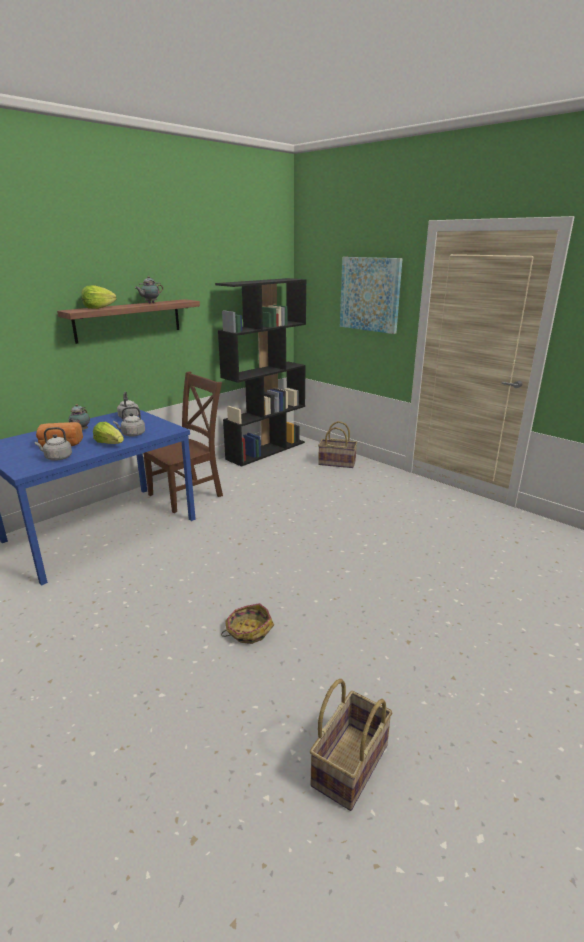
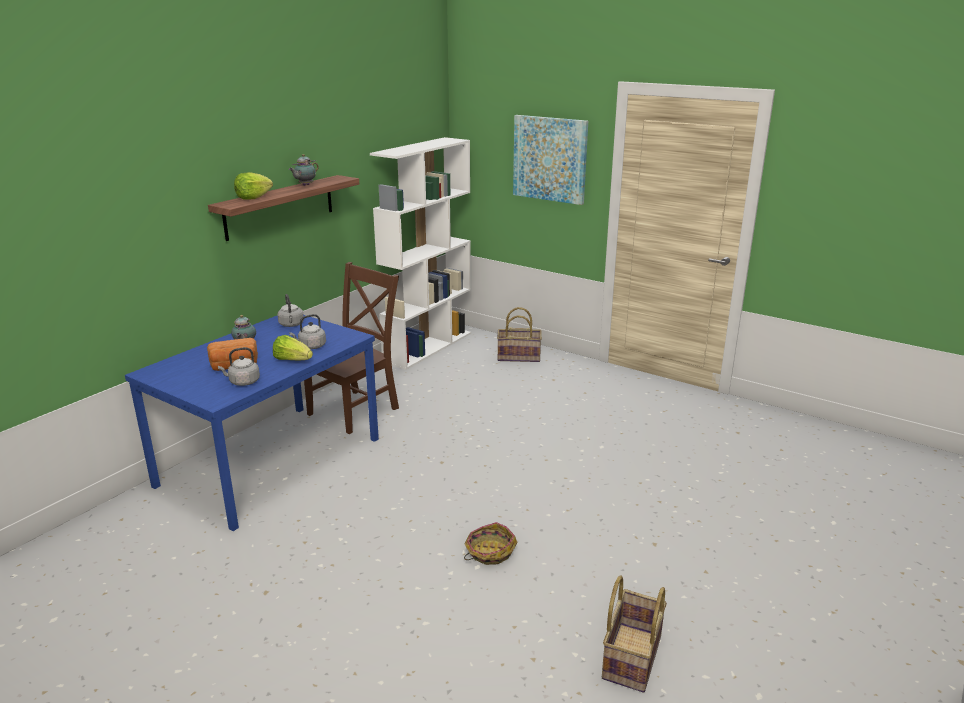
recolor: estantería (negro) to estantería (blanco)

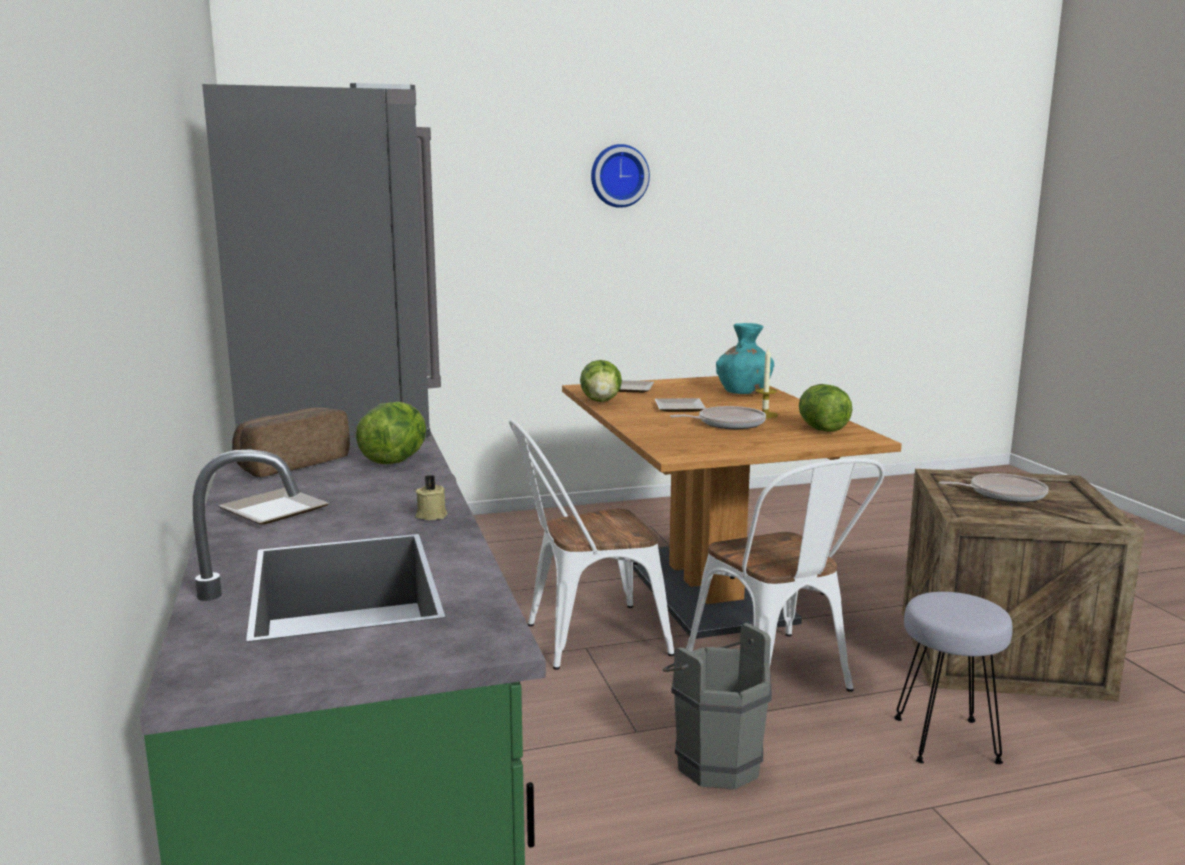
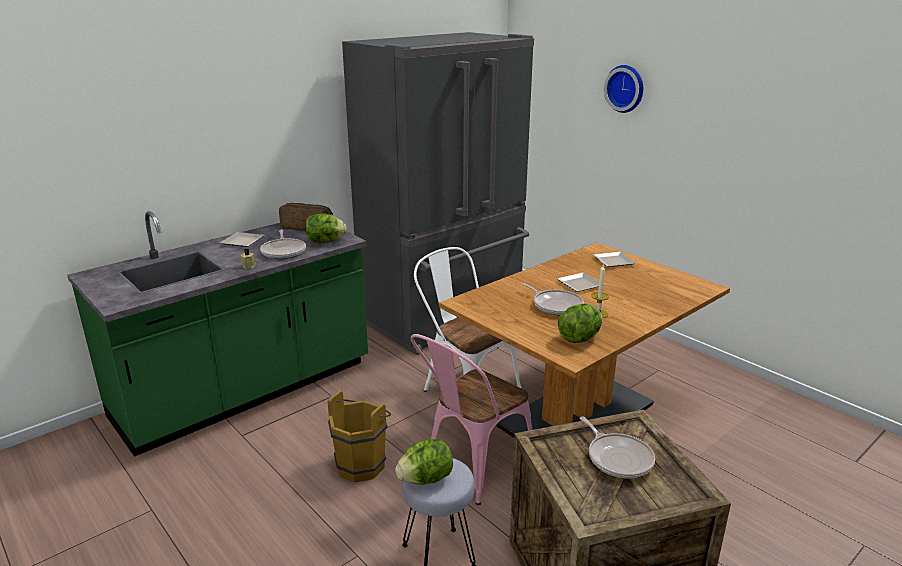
delete: florero (turquesa)
insert: sartén (1st from left)
move: reloj de pared; lechuga (2nd from left)
recolor: silla (blanco) (2nd from left) to silla (rosa); cubo (gris) to cubo (marrón)

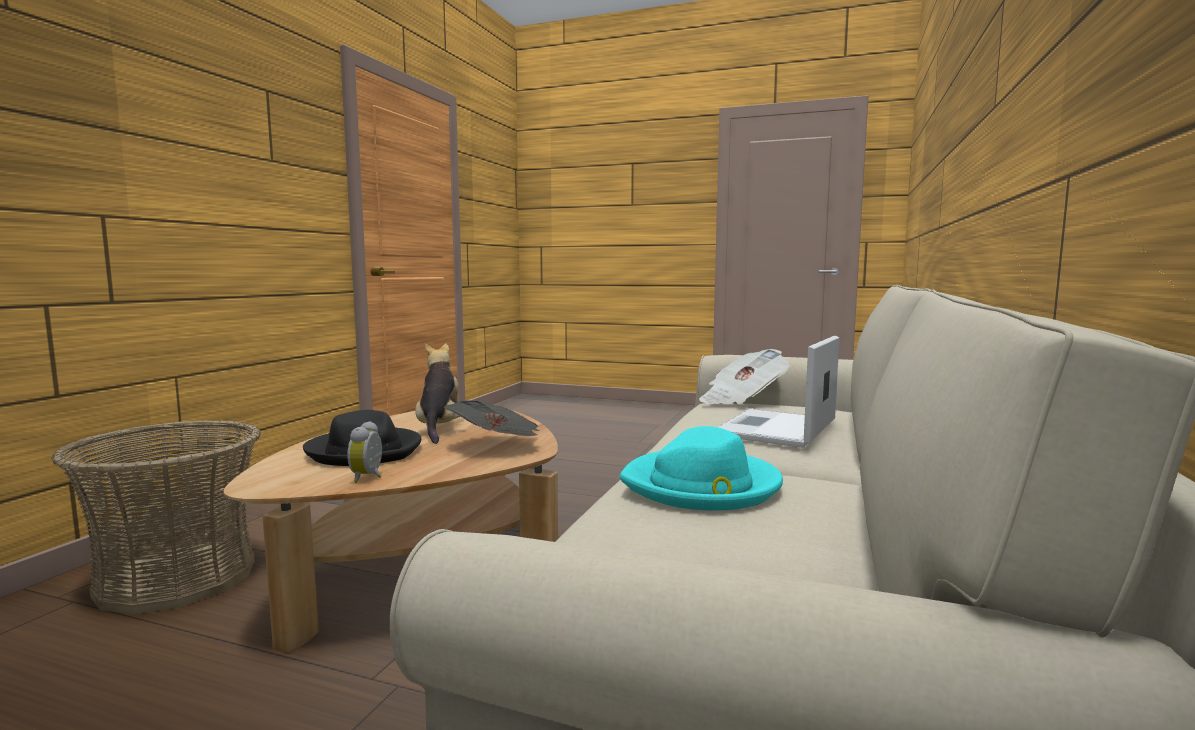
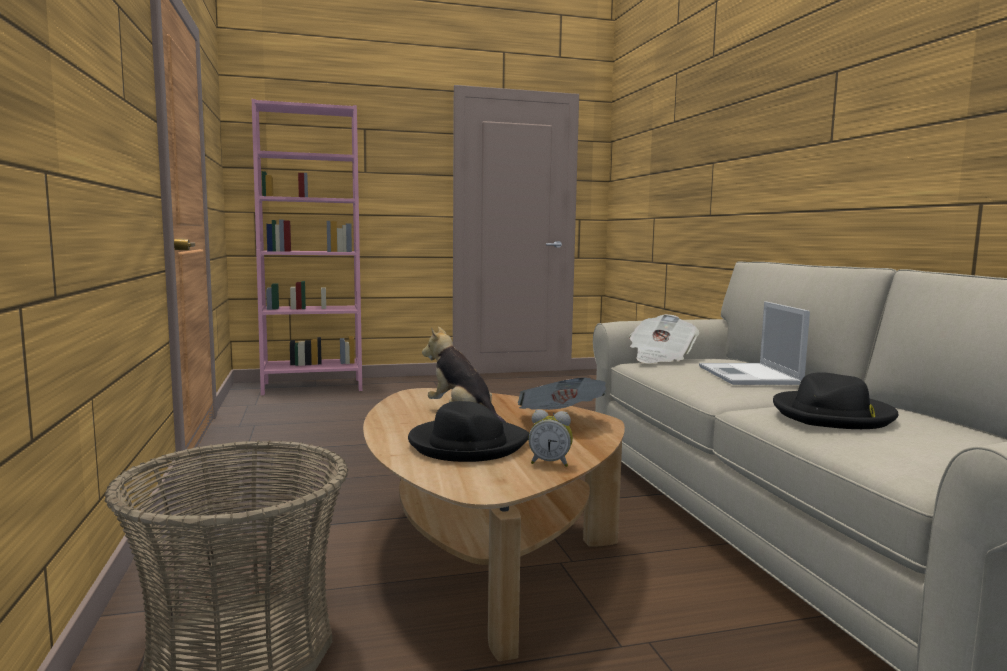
insert: estantería (rosa)
recolor: sombrero (turquesa) to sombrero (negro) (2nd from left)
rotate: despertador 45 degrees counterclockwise

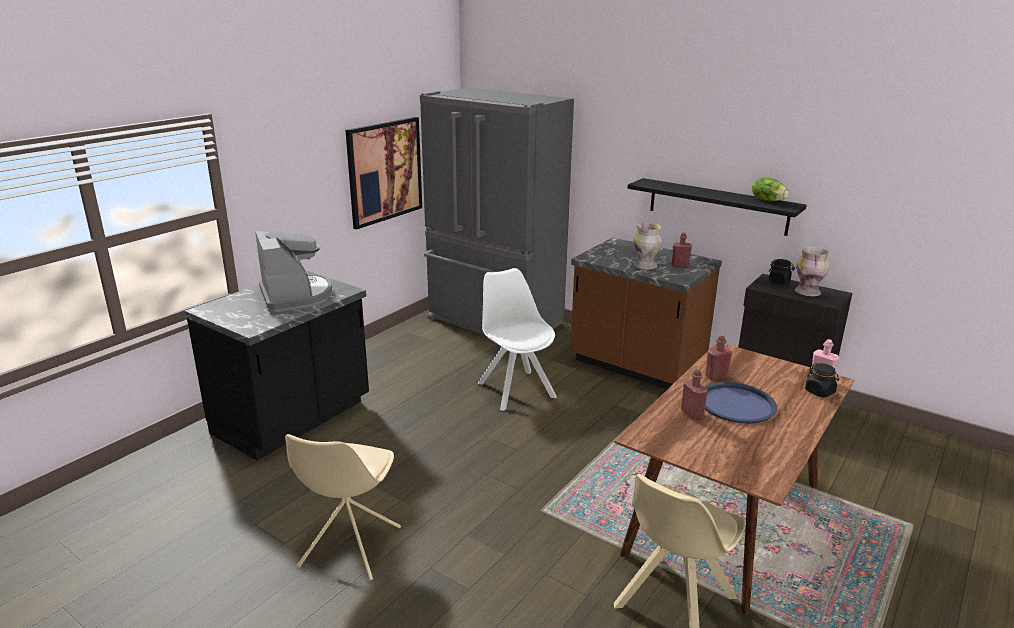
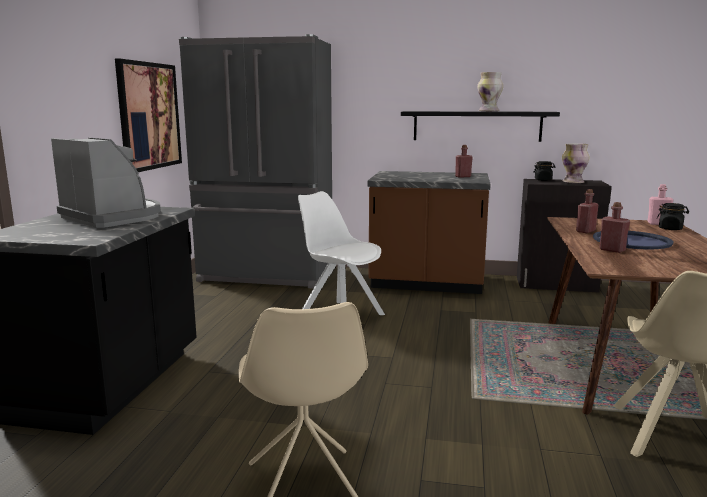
delete: lechuga
move: florero (1st from left)

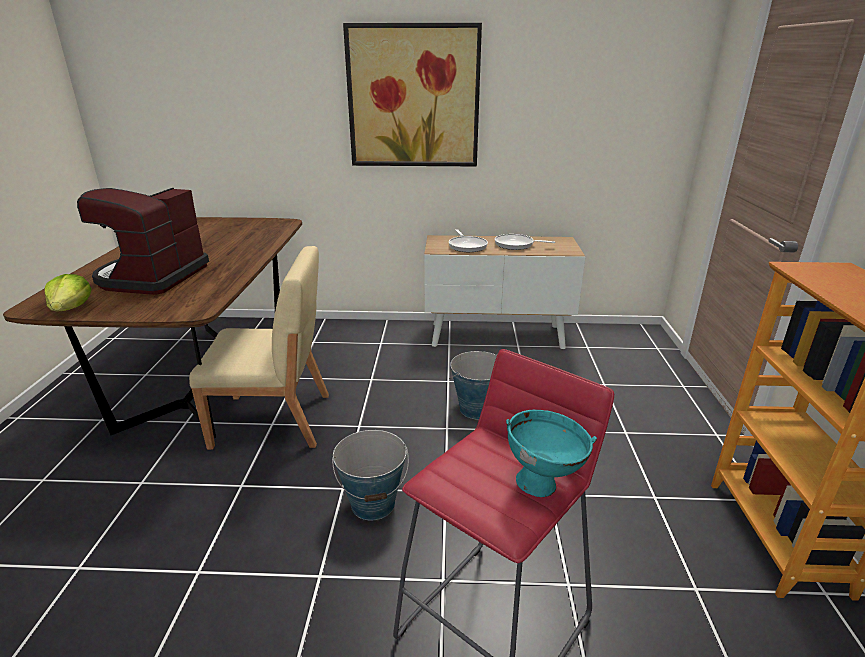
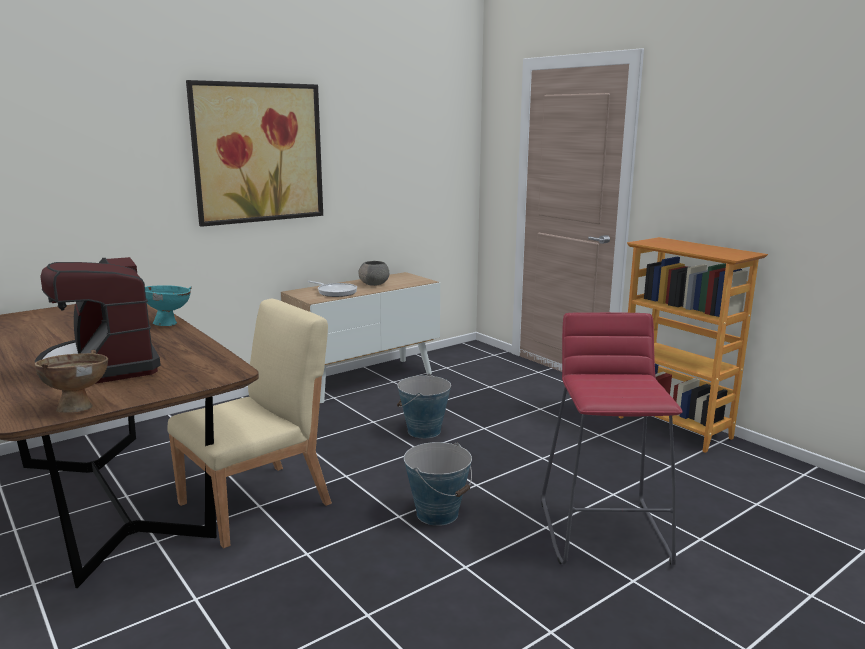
move: cuenco (turquesa)
replace: sartén (2nd from left) to cuenco (gris); lechuga to cuenco (marrón)

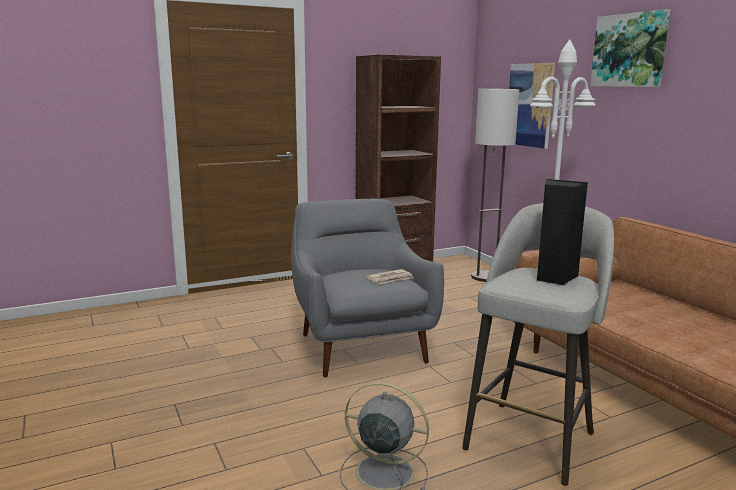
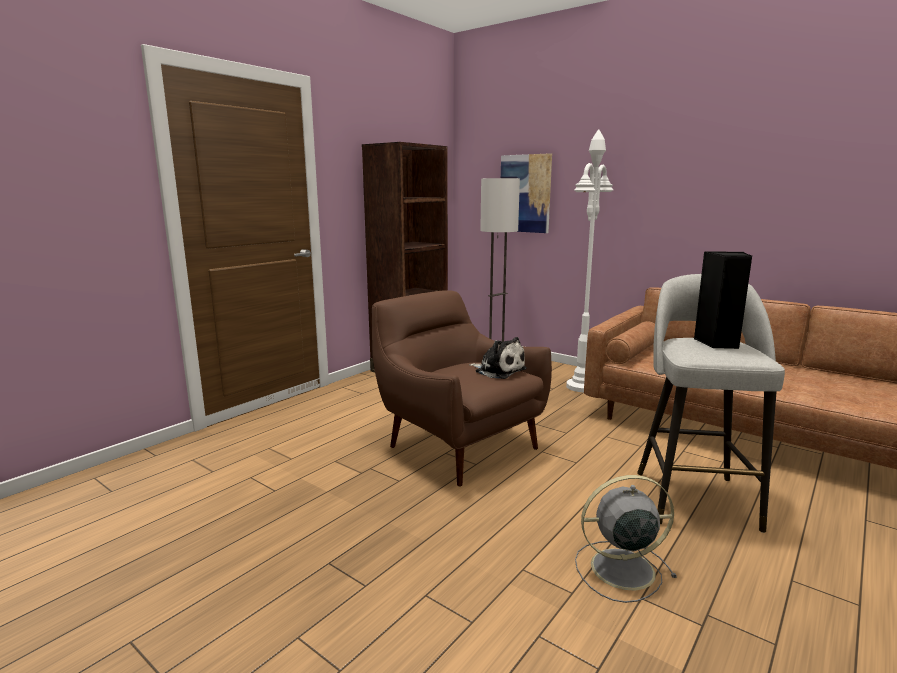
delete: cuadro (2nd from left)
replace: periódico to peluche
recolor: sillón (gris) to sillón (marrón)

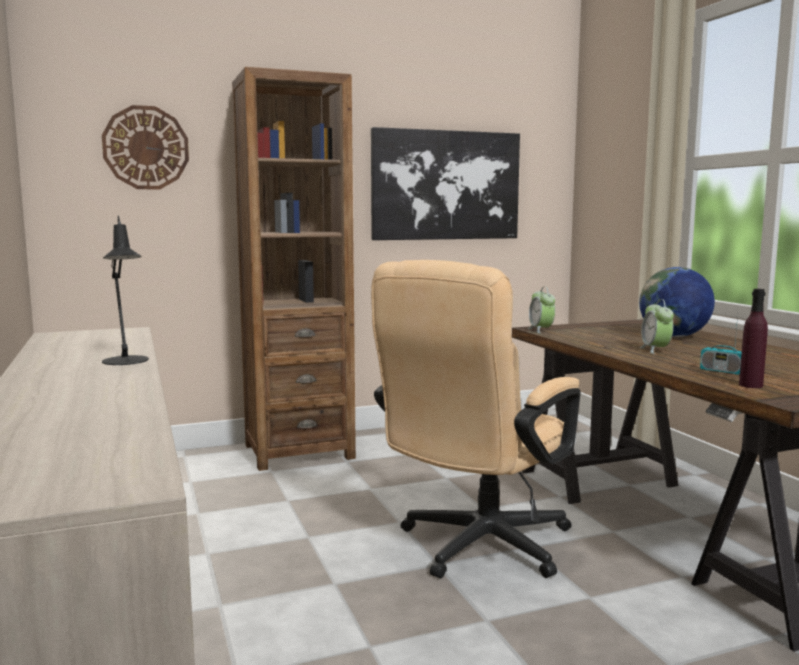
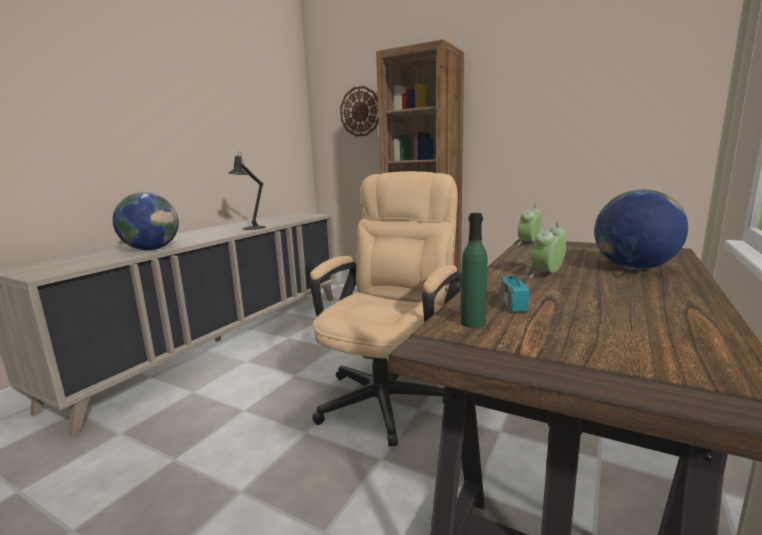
delete: cuadro
insert: globo terráqueo (1st from left)
recolor: botella (morado) to botella (verde)
rotate: silla de oficina (beis) 120 degrees clockwise

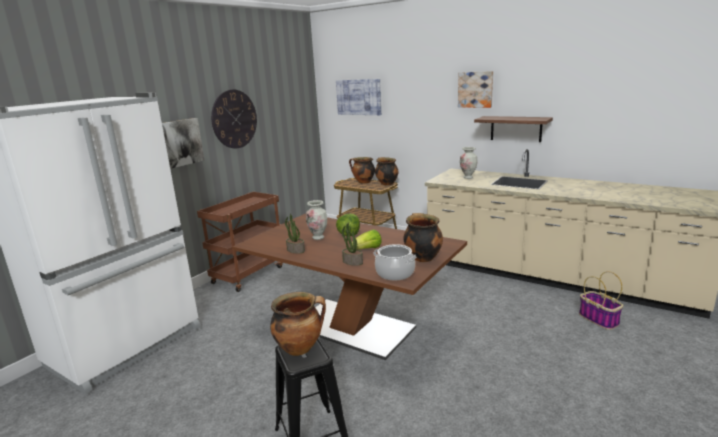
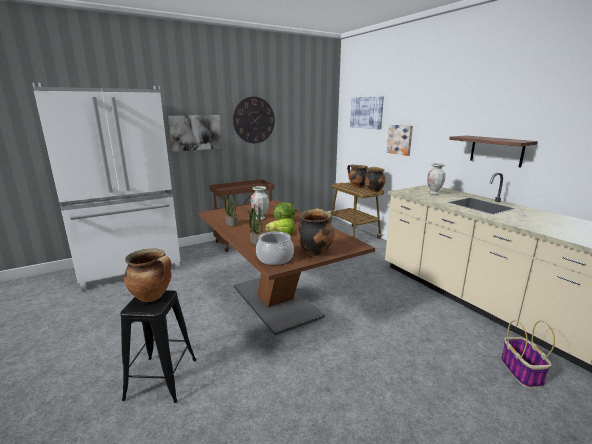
move: cuadro (3rd from left)

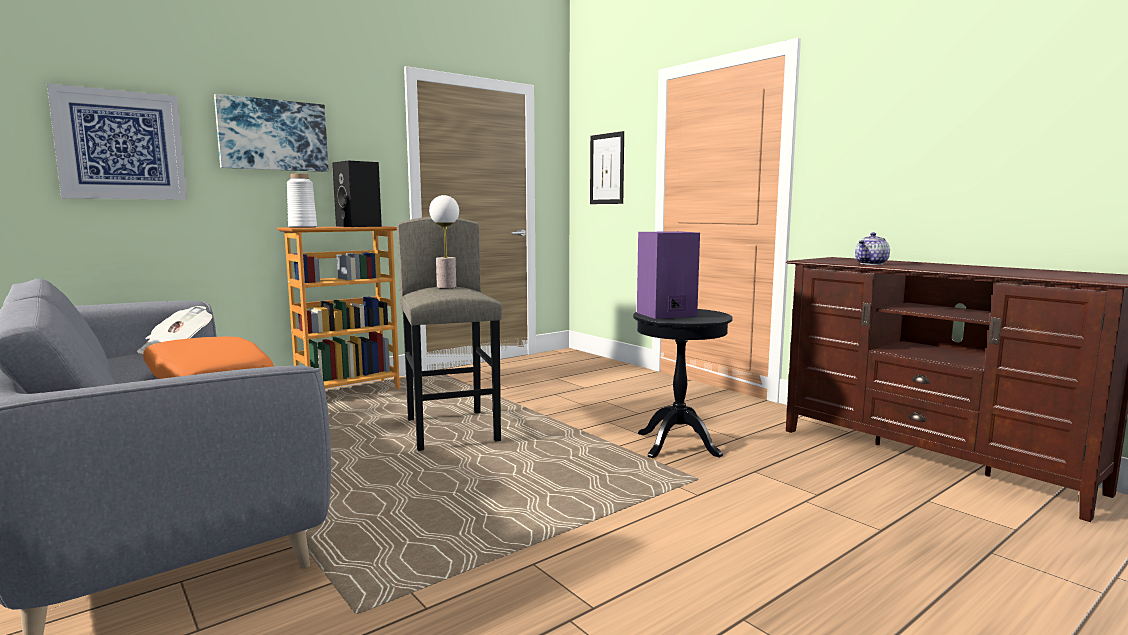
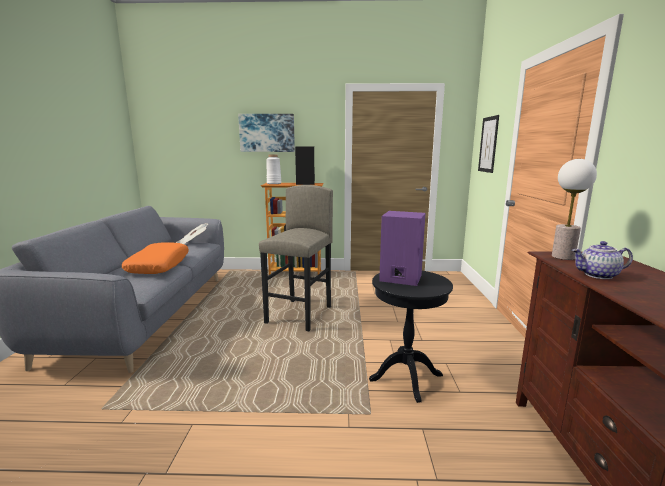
delete: cuadro (1st from left)
move: lámpara de mesa

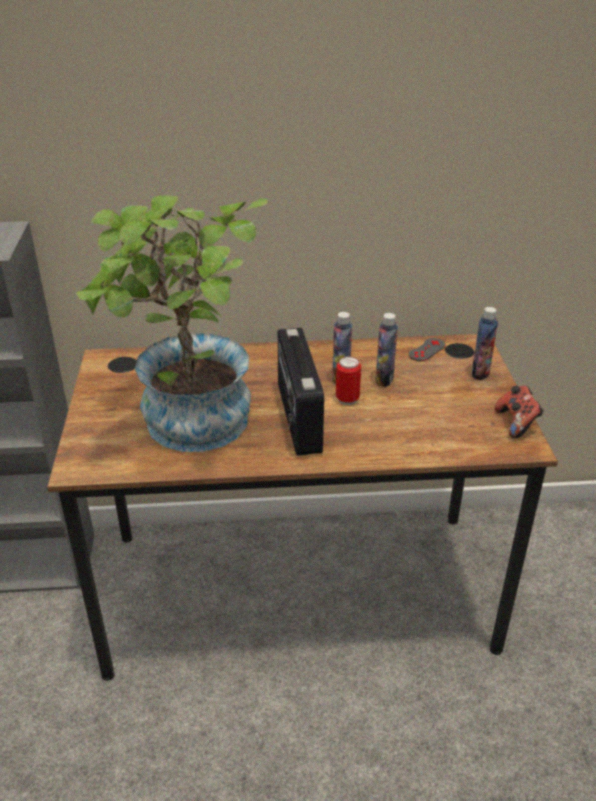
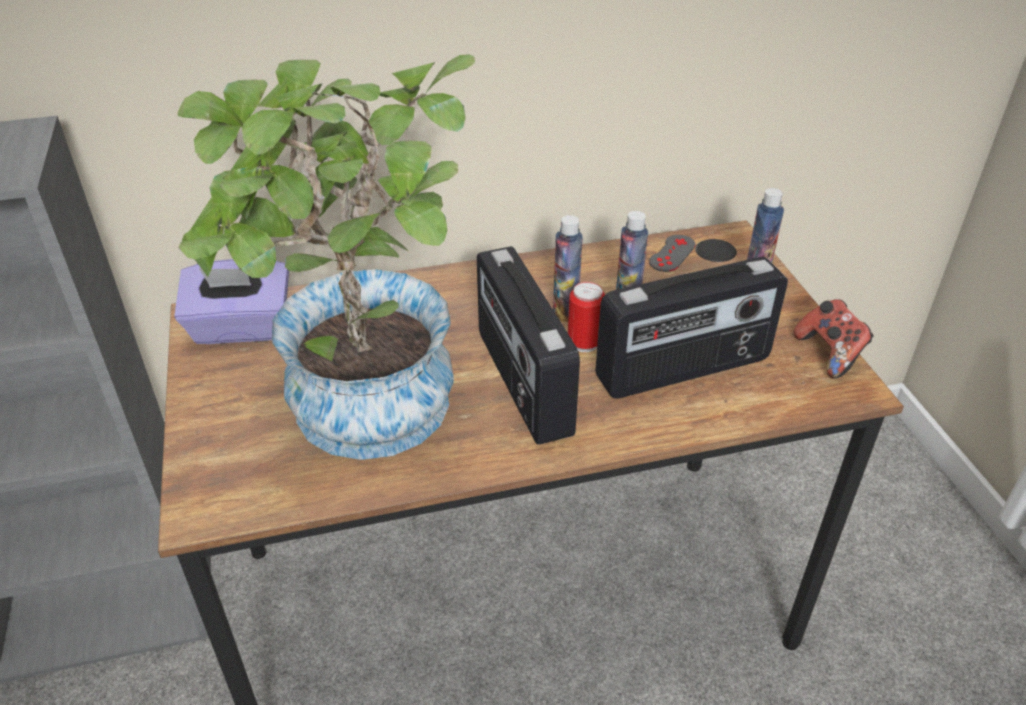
insert: radio (2nd from left); caja de pañuelos (morado)

